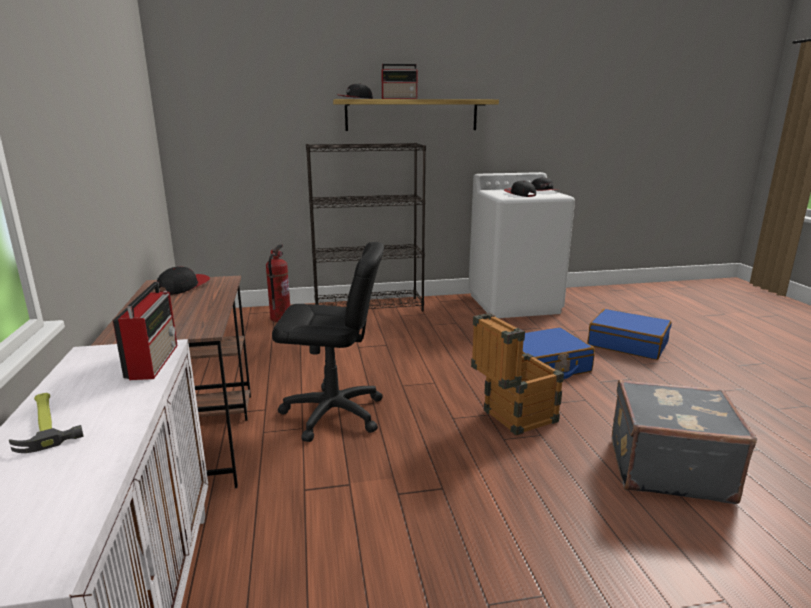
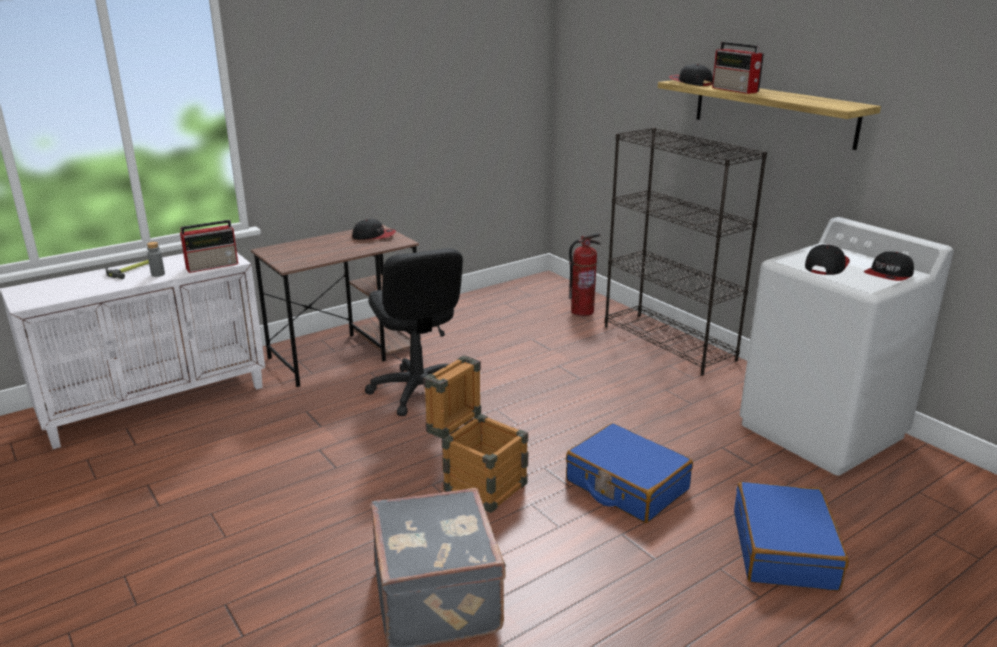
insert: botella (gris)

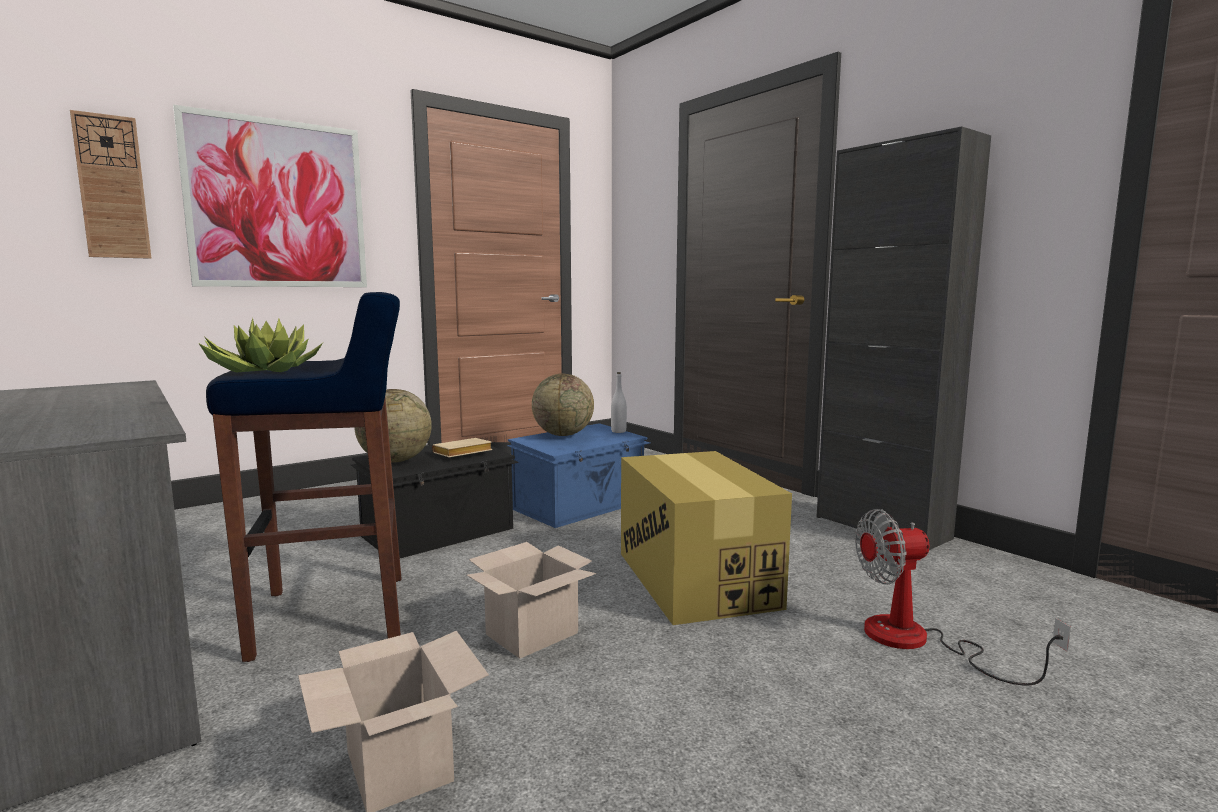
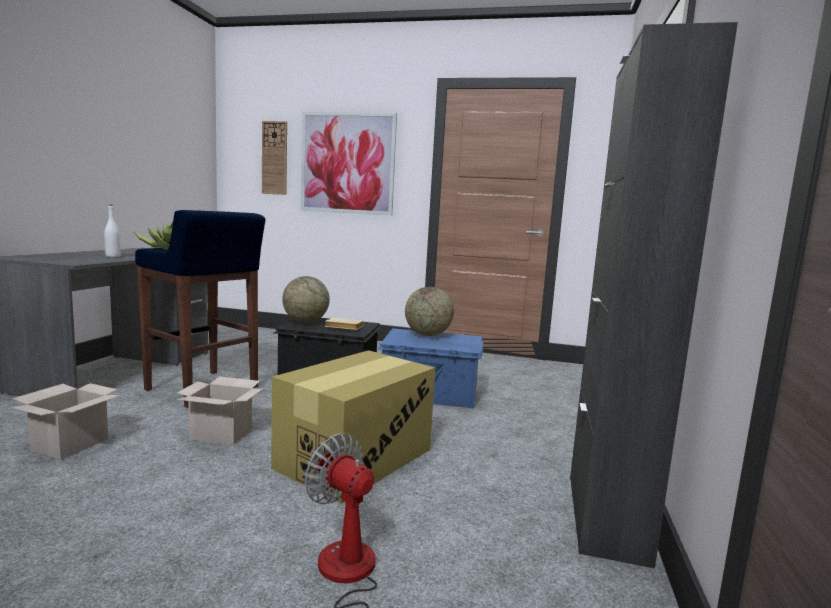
move: botella (blanco)

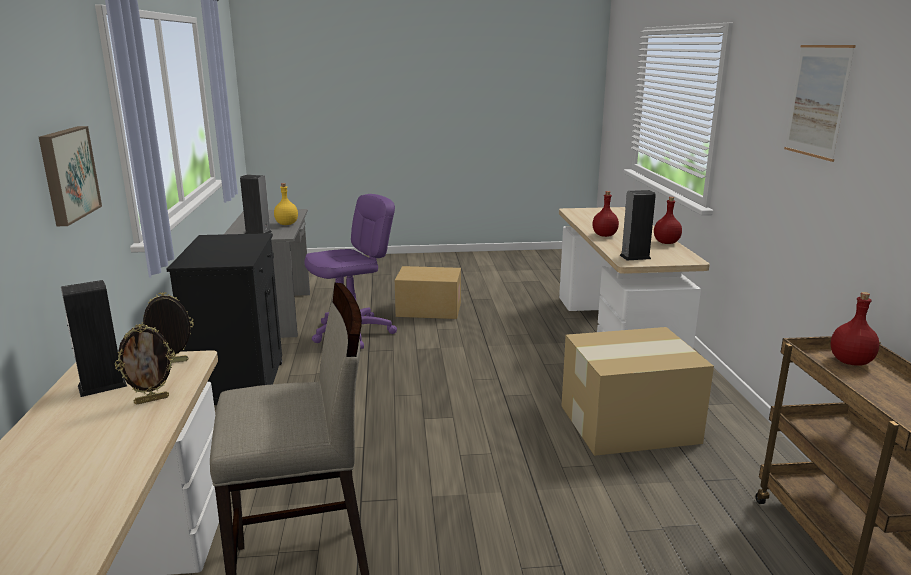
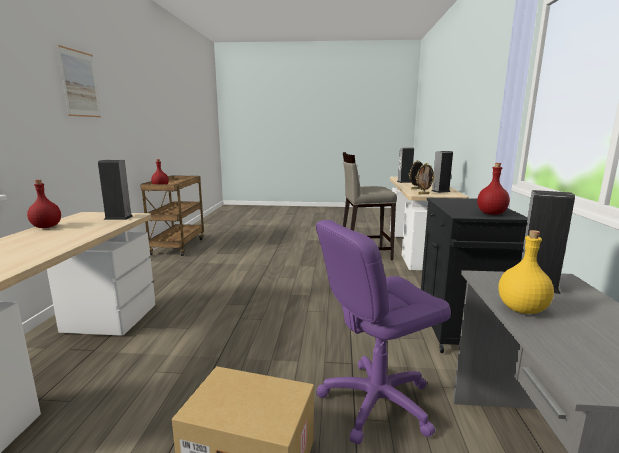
delete: cuadro (1st from left); caja de cartón (2nd from left)
insert: altavoz (2nd from left)
move: botella (rojo) (1st from left in the first image) to botella (rojo) (3rd from left)

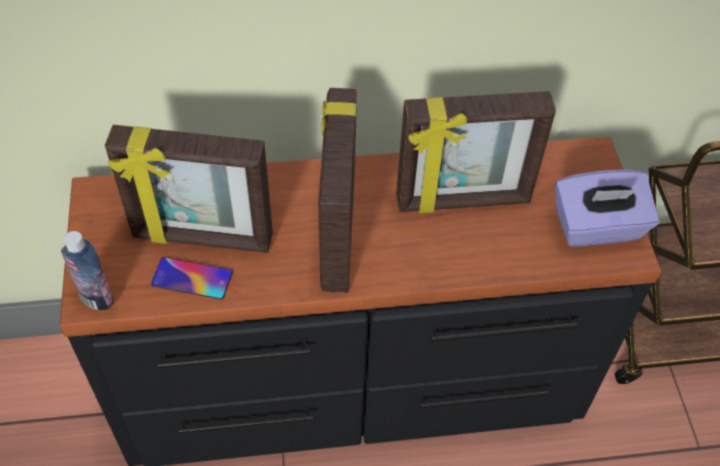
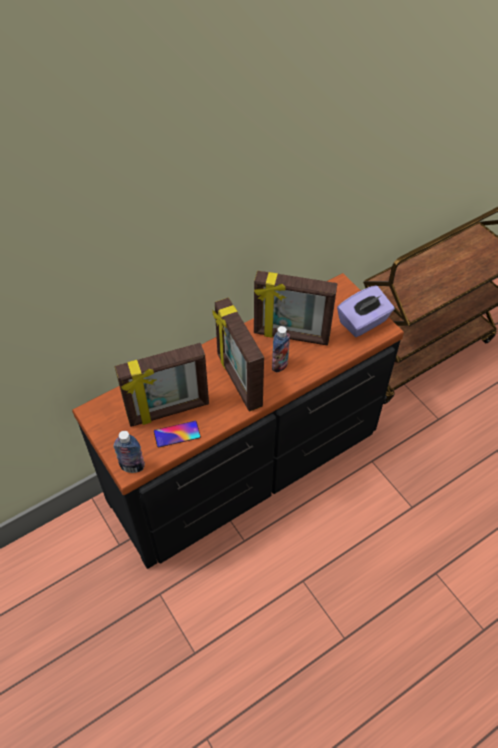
insert: botella (2nd from left)
rotate: portarretratos (3rd from left) 45 degrees clockwise

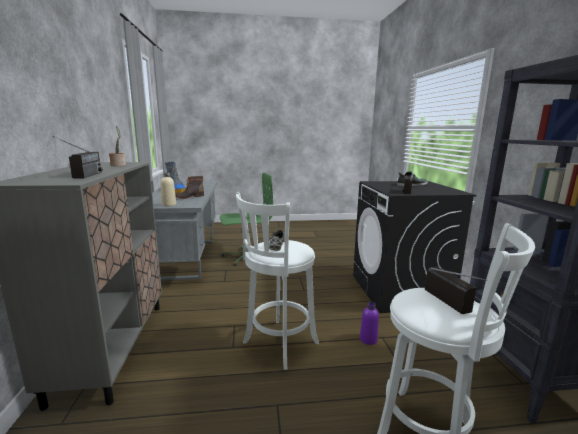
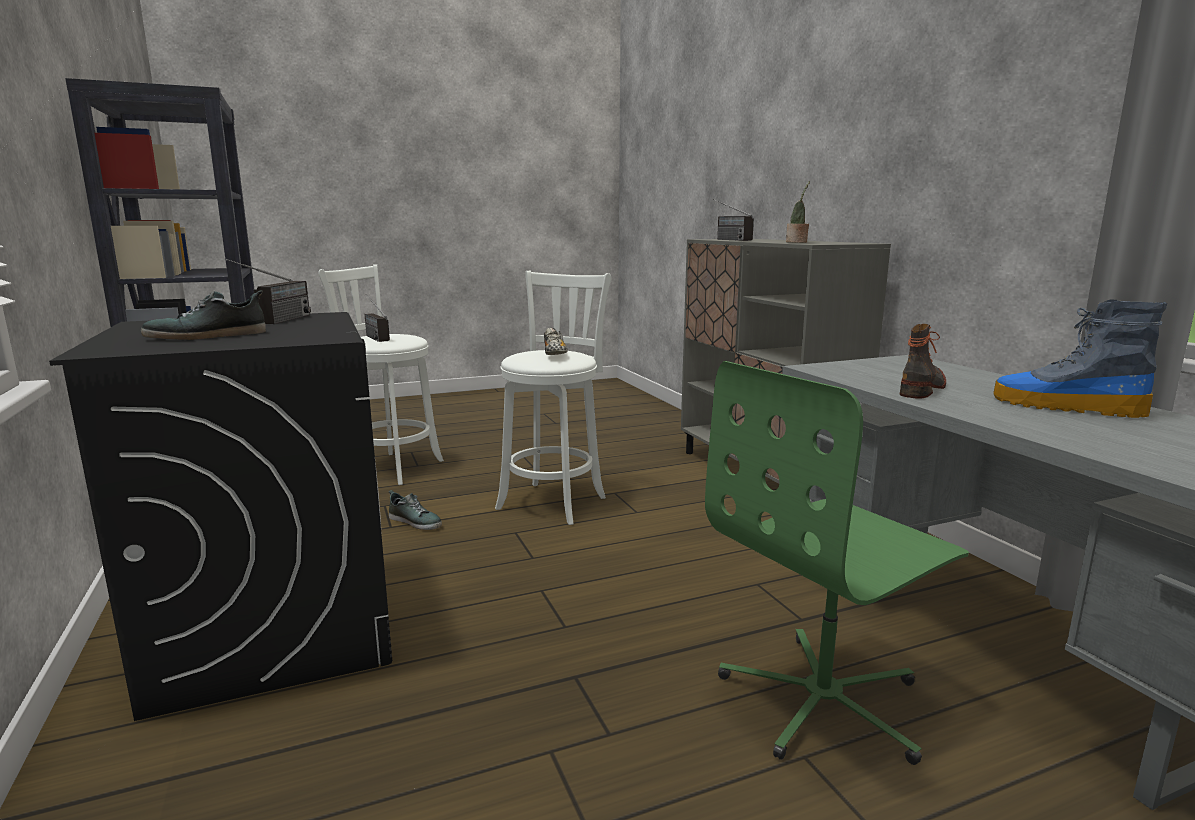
delete: botella (beis)
replace: botella (morado) to zapato (2nd from left)

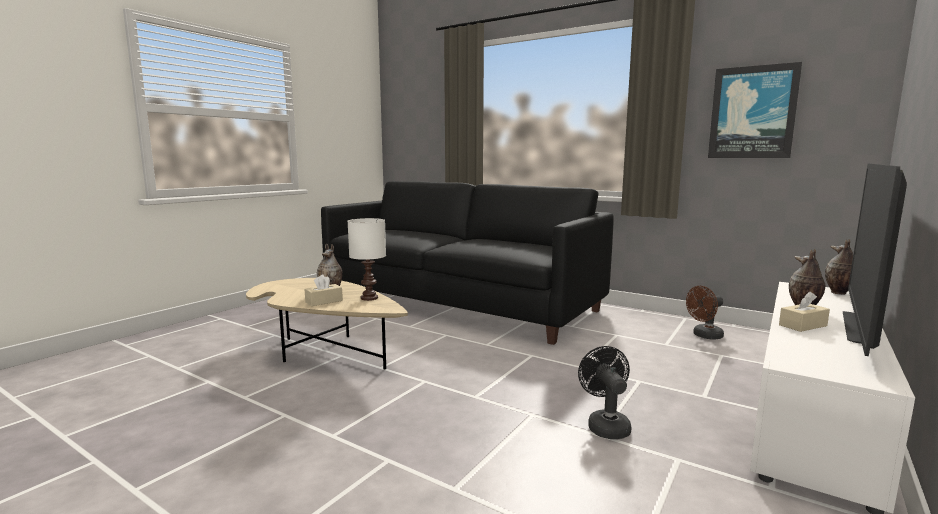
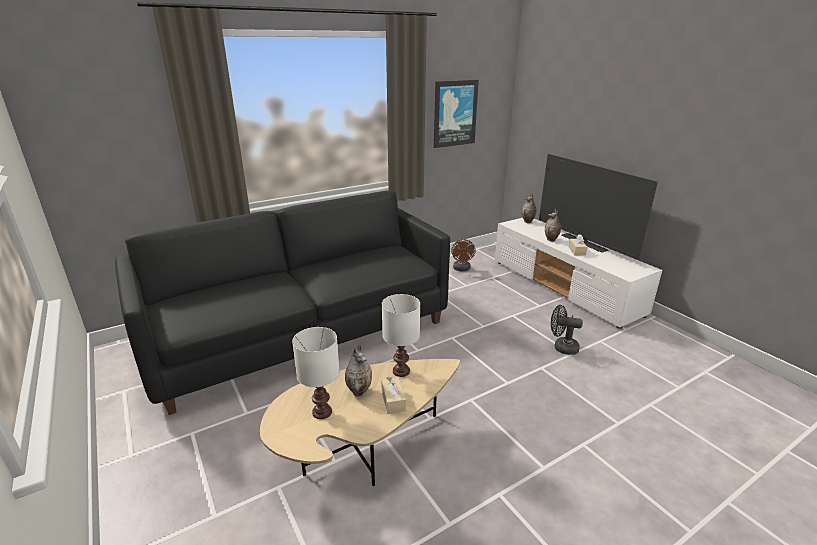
insert: lámpara de mesa (blanco) (1st from left)

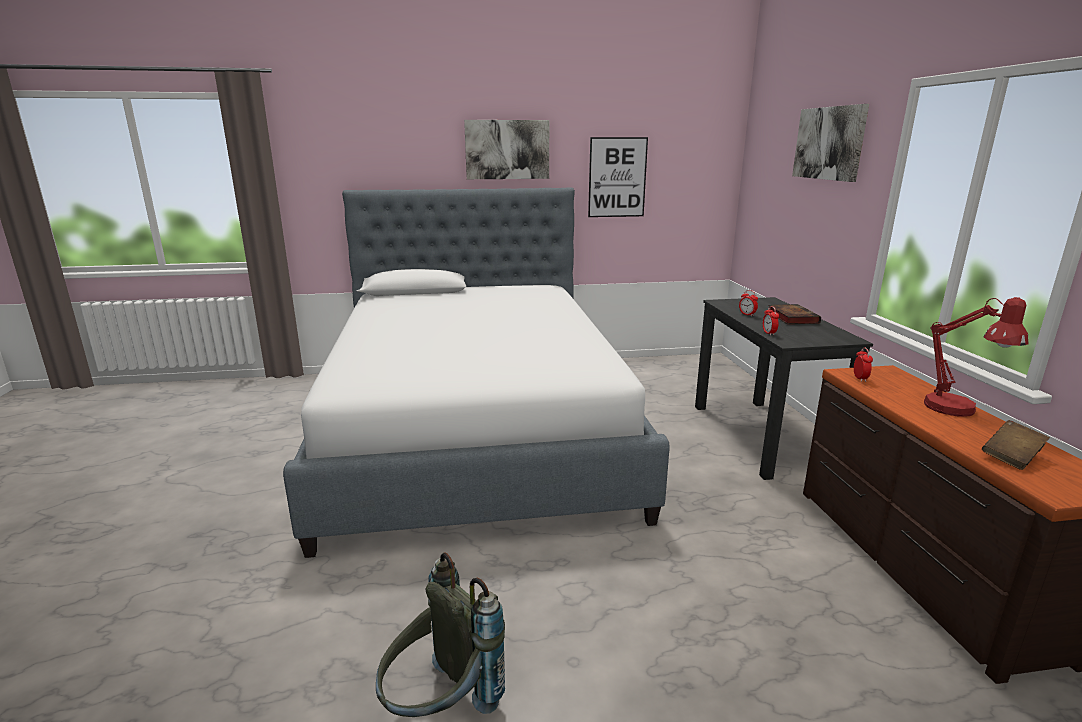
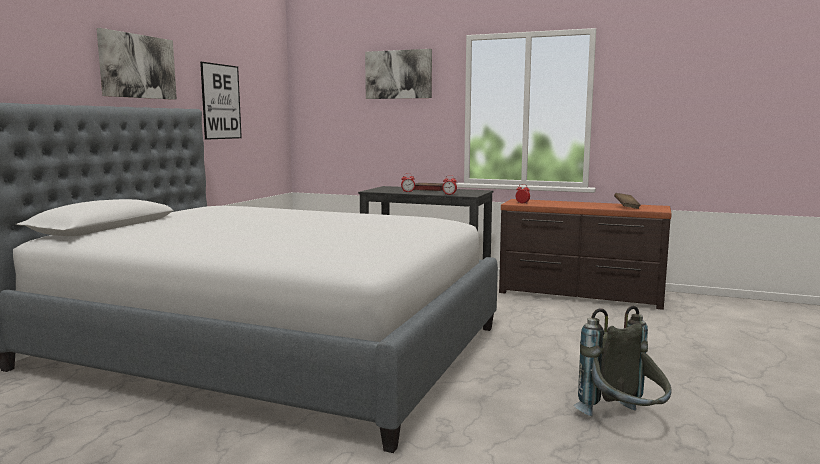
delete: lámpara de mesa (rojo)

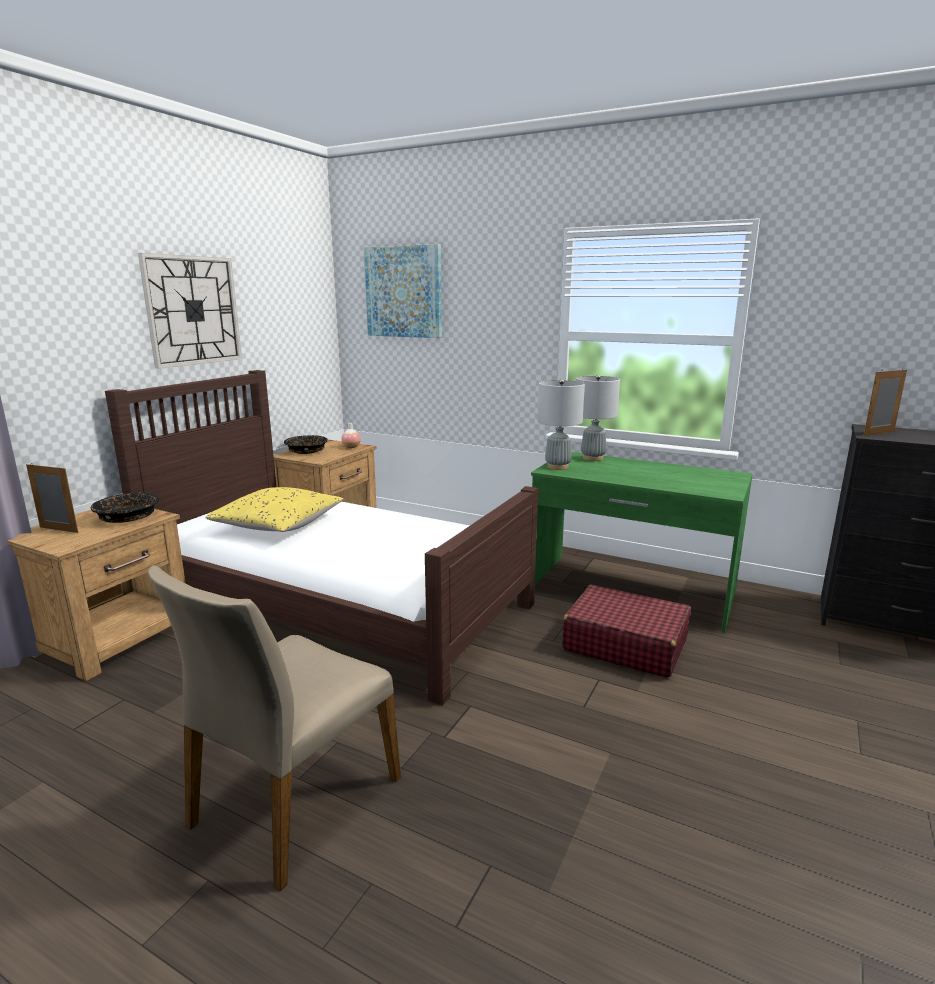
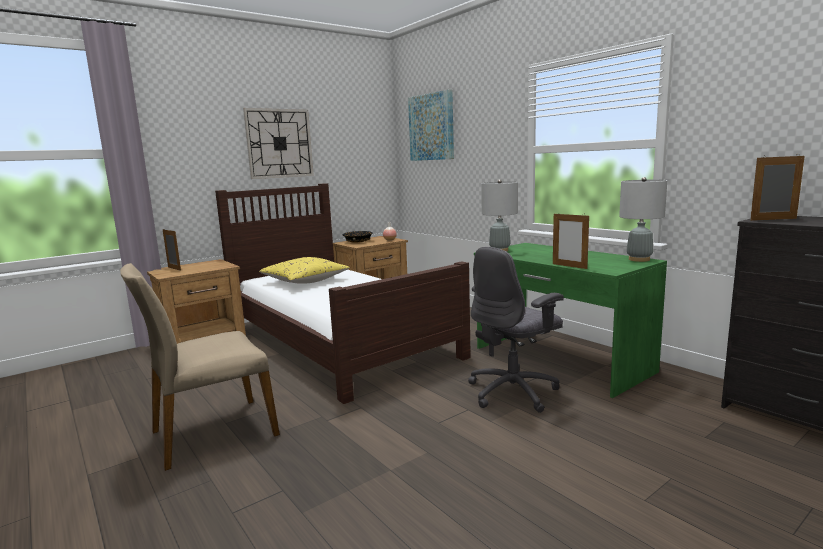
delete: cuenco (negro) (1st from left)
insert: portarretratos (2nd from left)
move: lámpara de mesa (gris) (2nd from left)
replace: maleta (rojo) to silla de oficina (gris)

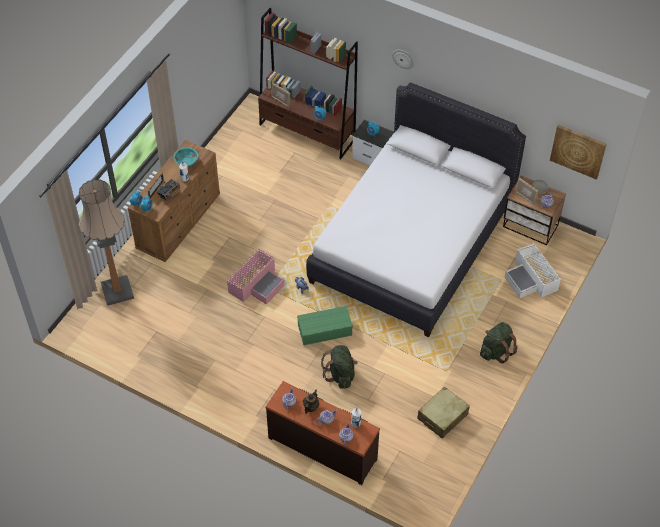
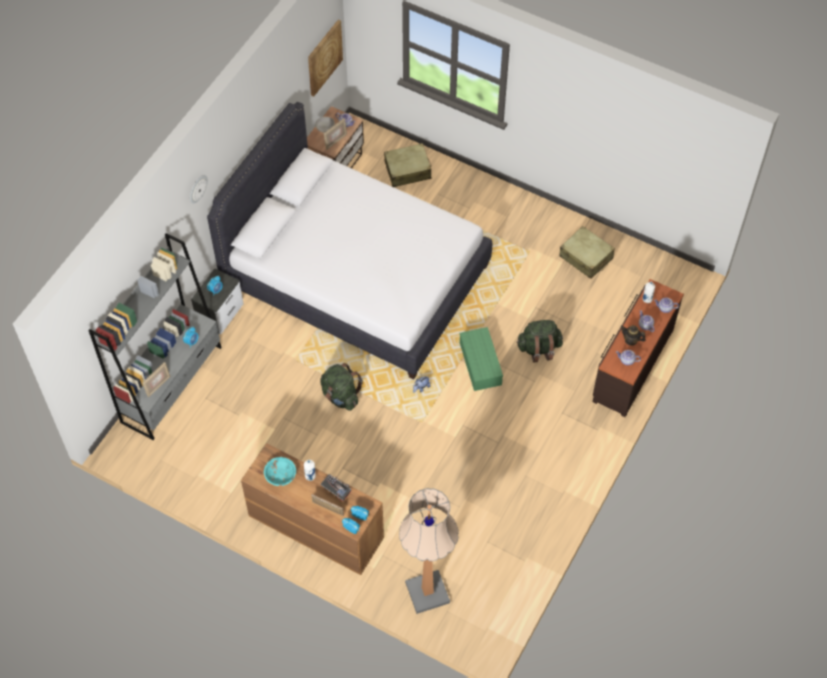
delete: caja de almacenaje (rosa)
move: mochila (verde) (2nd from left in the first image) to mochila (verde) (1st from left)
replace: caja de almacenaje (blanco) to maleta (beis) (1st from left)
recolor: estantería (marrón) to estantería (gris)

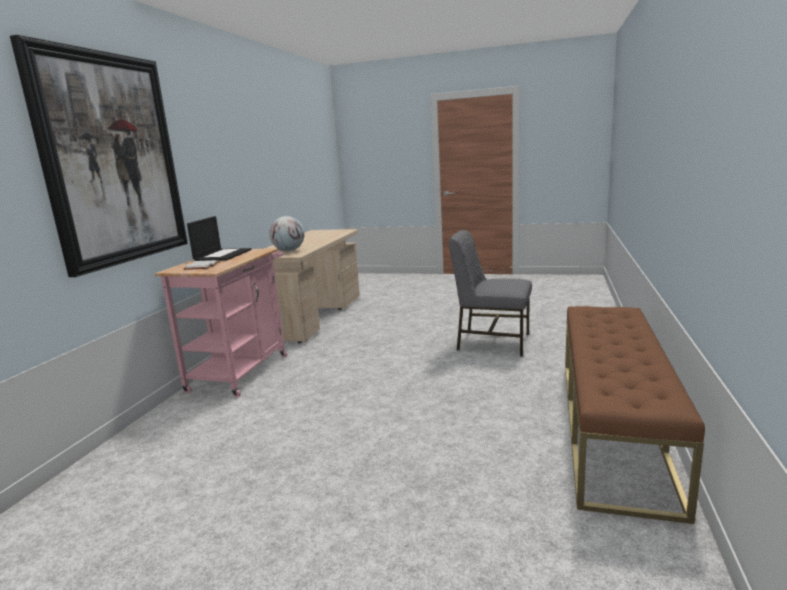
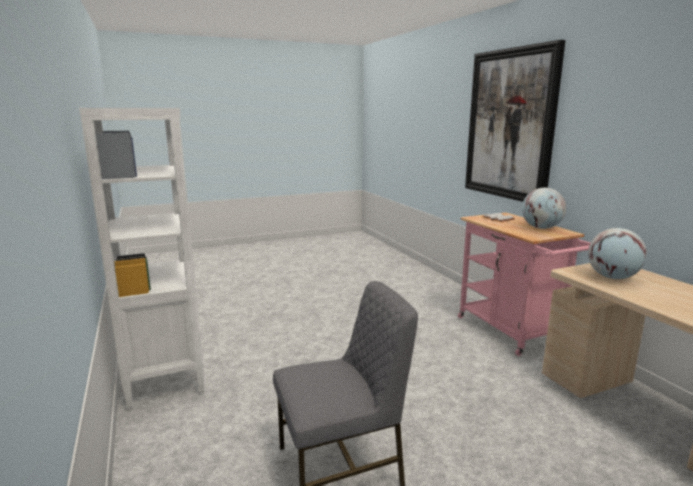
replace: portátil to globo terráqueo (1st from left); banco (marrón) to estantería (blanco)

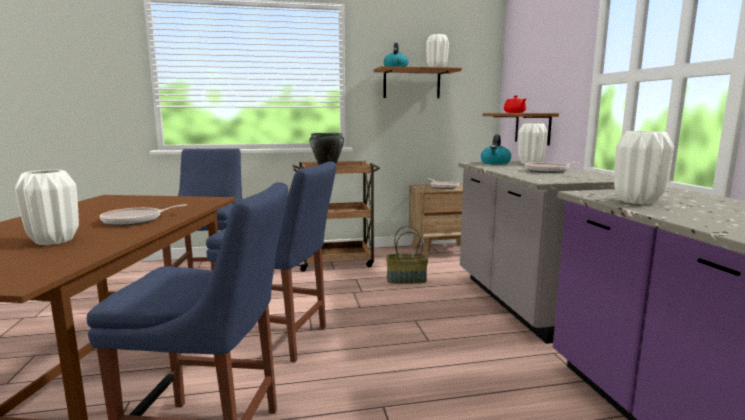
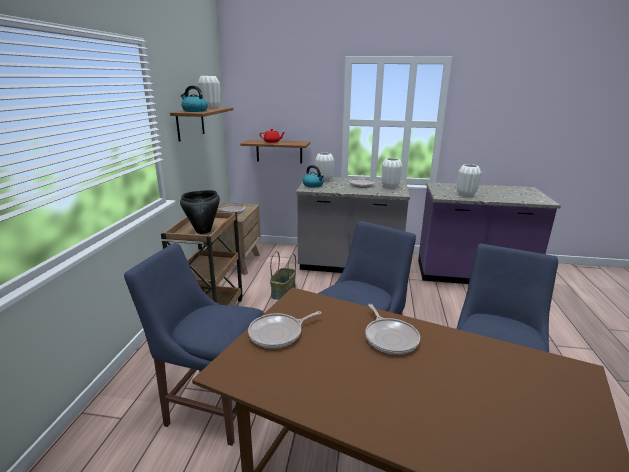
insert: sartén (2nd from left)
move: florero (blanco) (1st from left in the first image) to florero (blanco) (3rd from left)

